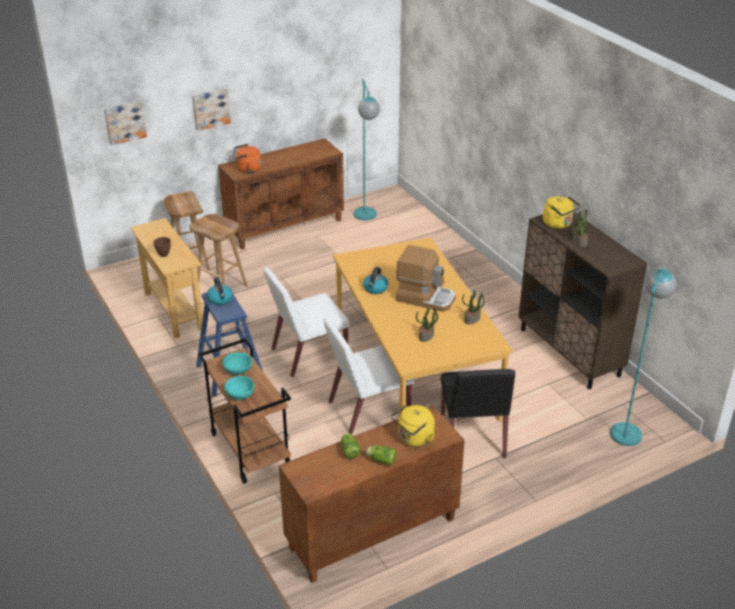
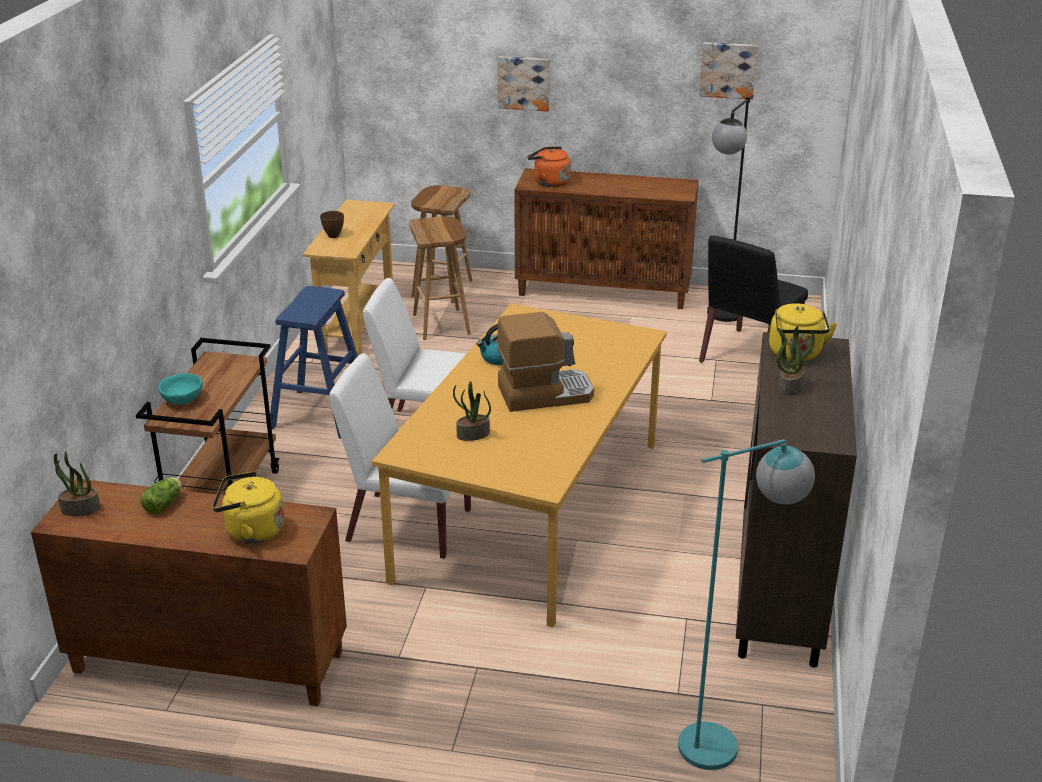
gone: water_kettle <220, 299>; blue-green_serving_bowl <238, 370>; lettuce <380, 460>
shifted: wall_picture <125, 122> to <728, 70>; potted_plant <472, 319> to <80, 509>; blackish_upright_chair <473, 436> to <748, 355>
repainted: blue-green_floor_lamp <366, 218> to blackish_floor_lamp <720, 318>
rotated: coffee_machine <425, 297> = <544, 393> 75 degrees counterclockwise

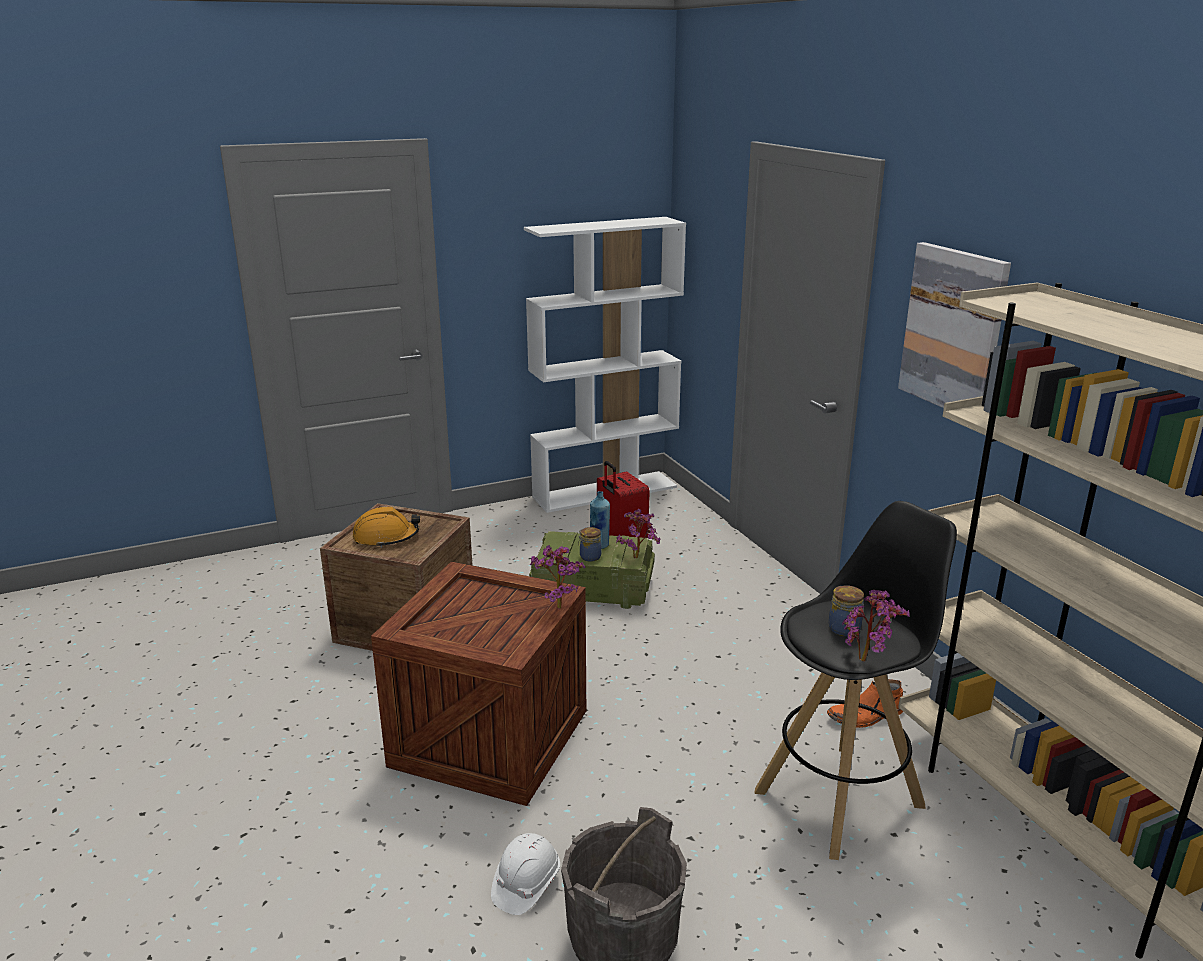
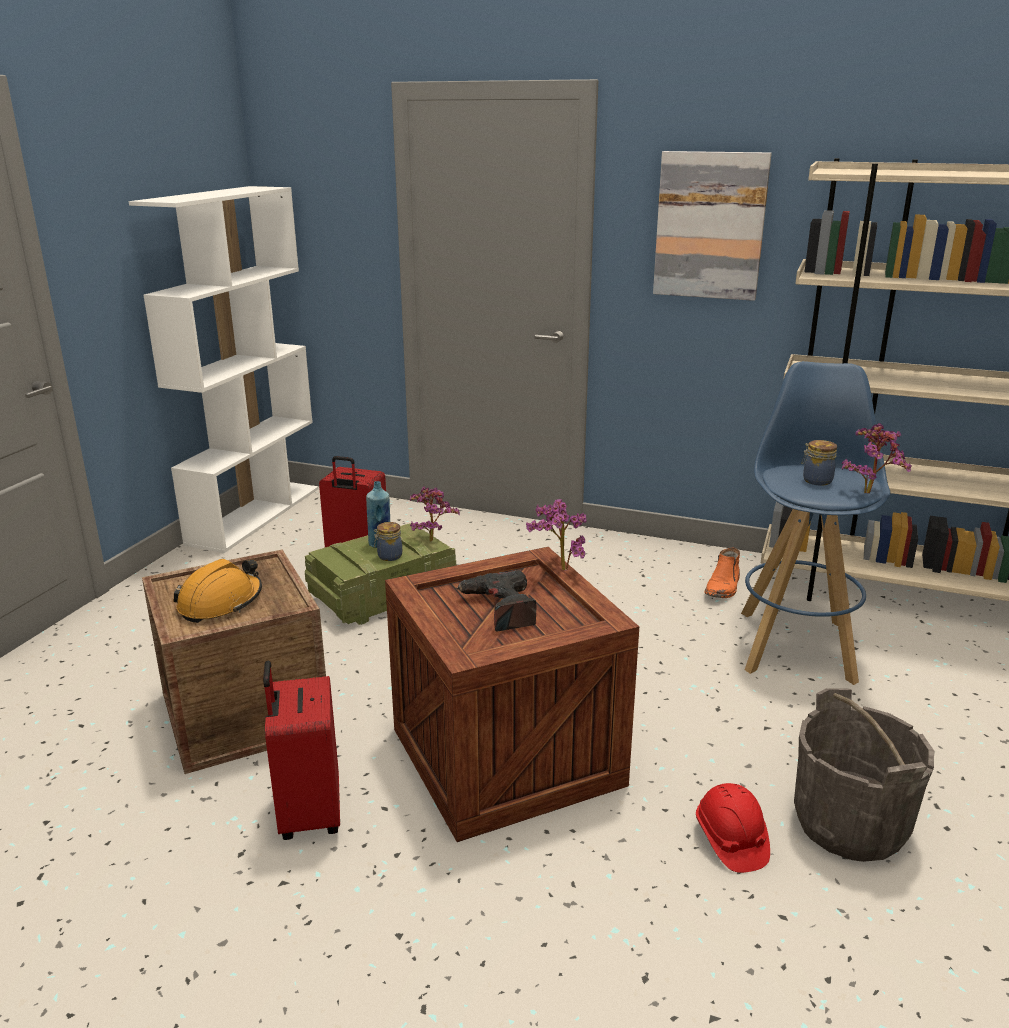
new: electric_drill <500, 609>; reddish_suitcase <308, 814>
repainted: blackish_stool_seat <841, 797> to blue_stool_seat <796, 644>; whitish_hard_hat <526, 884> to reddish_hard_hat <730, 840>

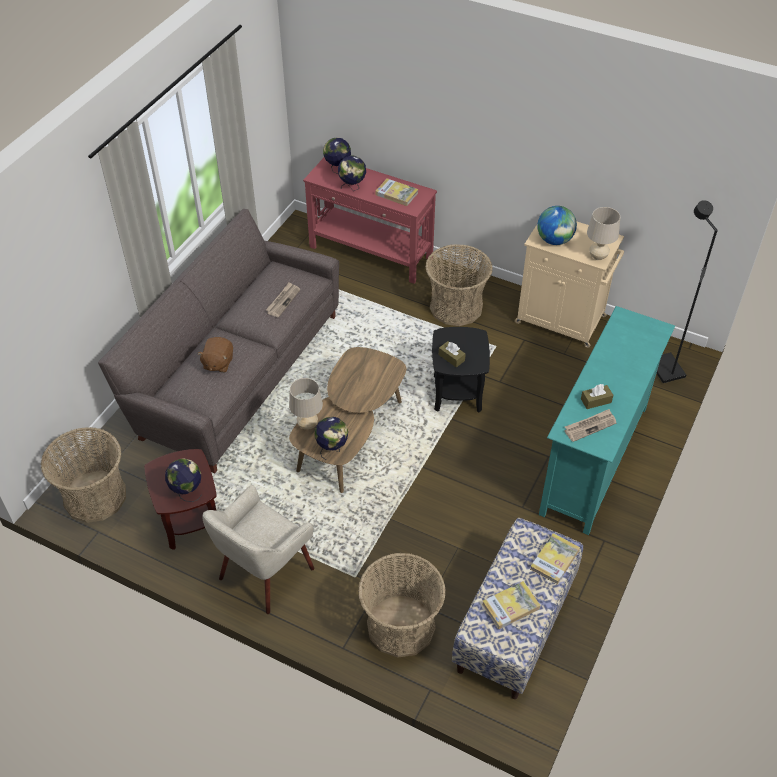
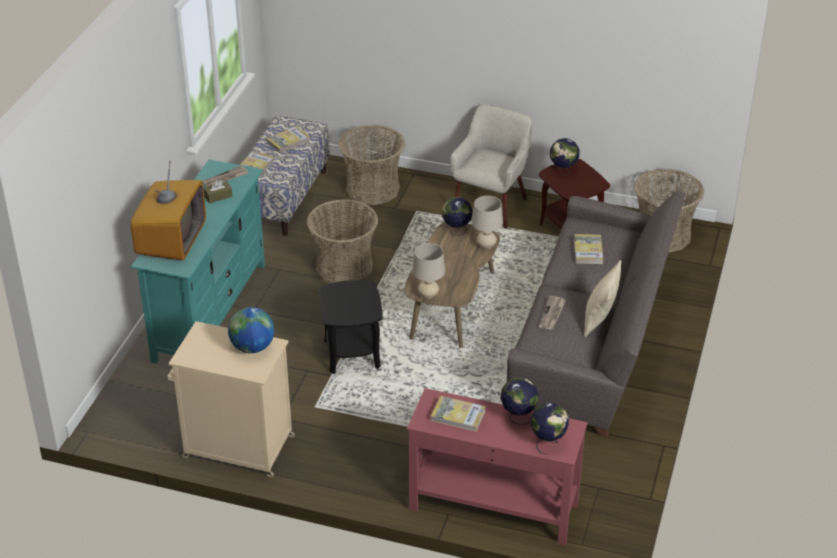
gone: blackish_floor_lamp <665, 369>; brownish_tissue_box <451, 357>
new: TV <171, 241>; beige_cushion <599, 320>
shifted: beige_table_lamp <598, 256> to <428, 295>; household_basket <456, 307> to <344, 267>
swapped: brownish_plush_toy <218, 363> to book <588, 251>

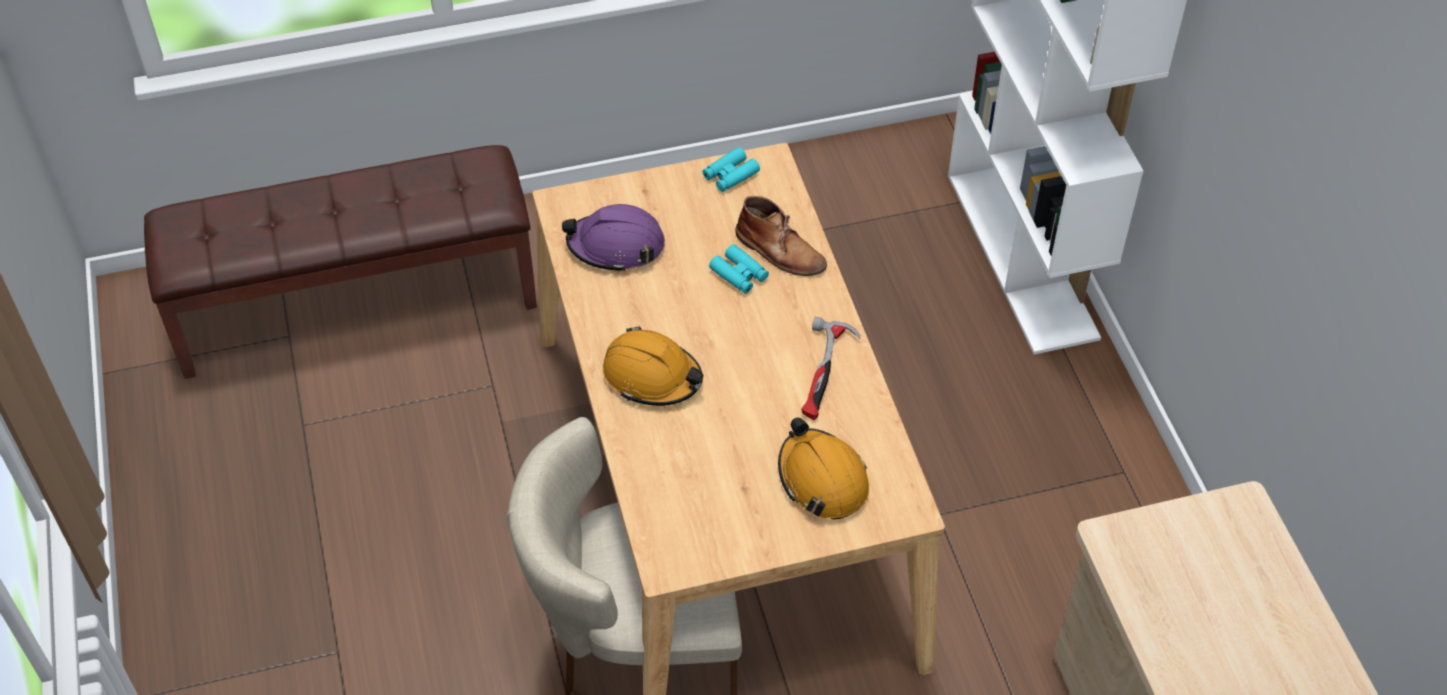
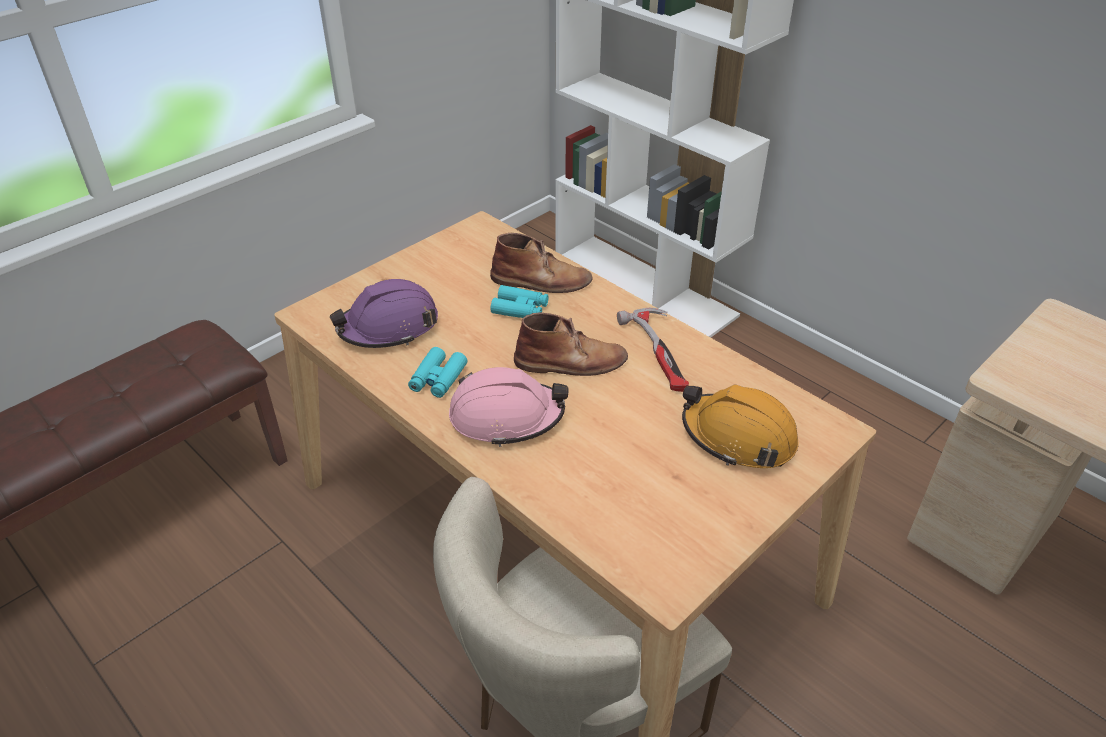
new: brownish_tall_boot <571, 362>
shifted: blue-green_field_glasses <730, 175> to <438, 379>
repainted: orange-coloured_hard_hat <652, 376> to pink_hard_hat <506, 417>

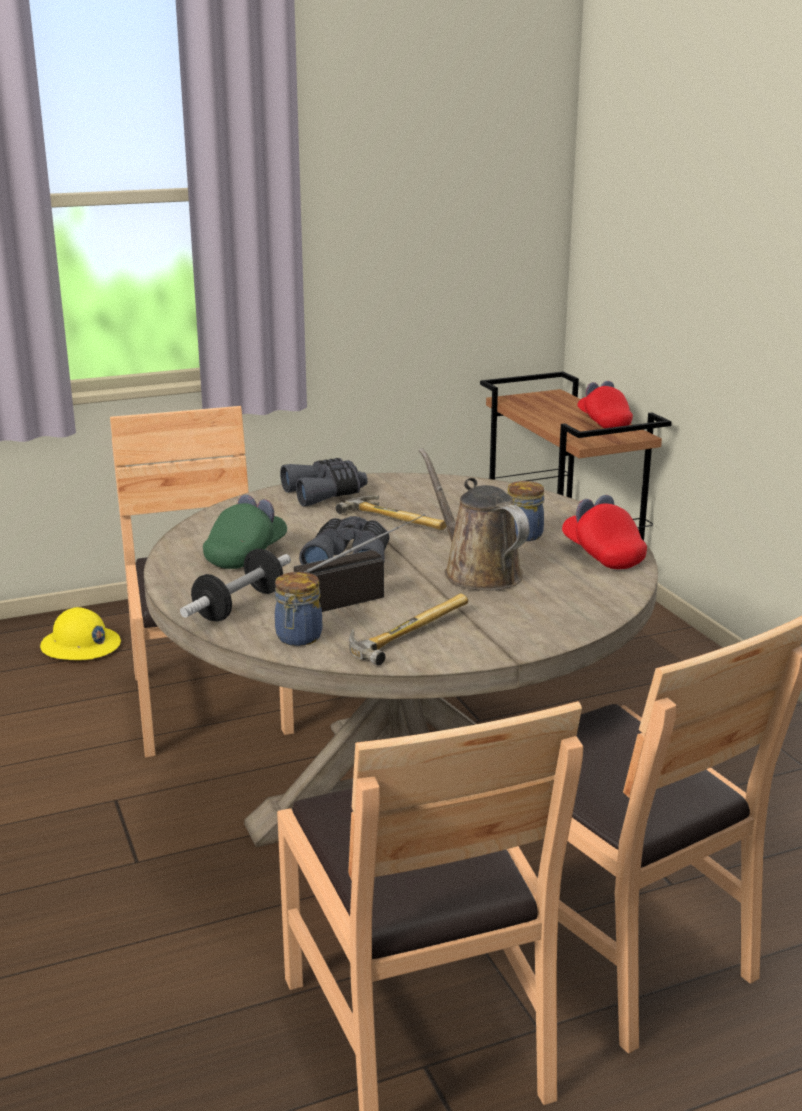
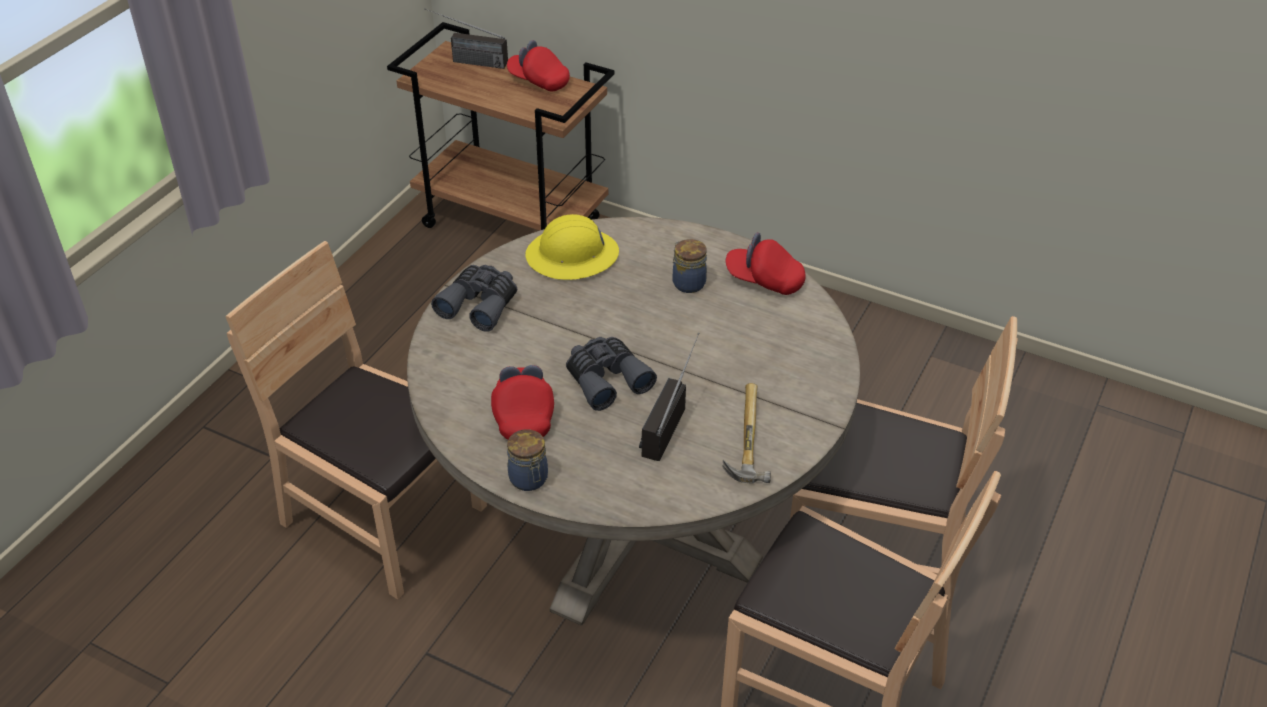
gone: brownish_watering_pot <477, 572>; hammer <397, 519>; free_weight <239, 606>
new: radio_receiver <466, 61>
shifted: storage_jar <298, 638> to <529, 480>; yellow-coloured_hard_hat <80, 646> to <572, 256>
repainted: greenish_baseball_cap <246, 554> to reddish_baseball_cap <523, 415>

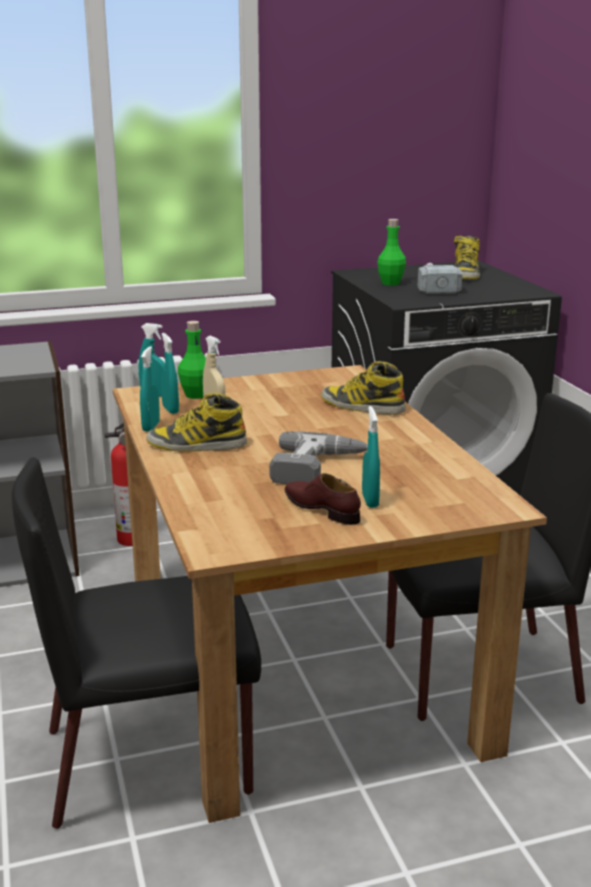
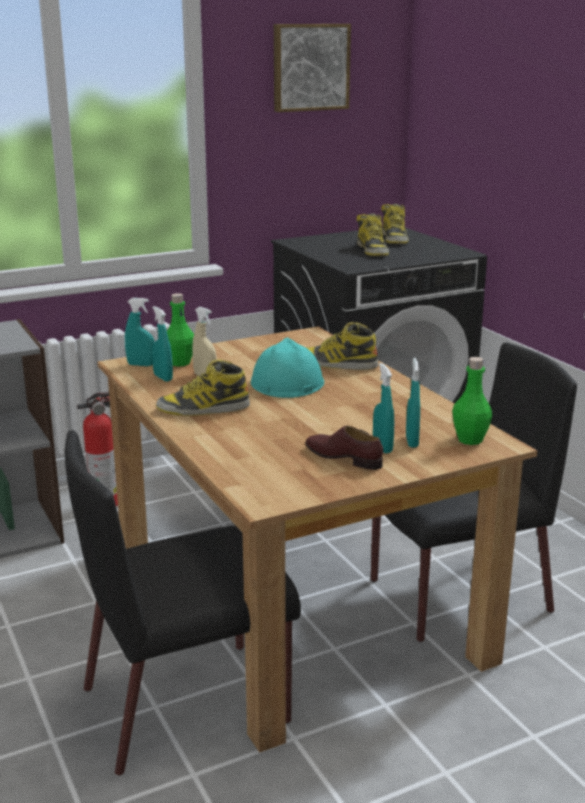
gone: electric_drill <318, 468>
new: wall_picture <310, 67>; blue-green_hard_hat <287, 383>
shifted: greenish_drink_bottle <390, 283> to <470, 440>; blue-green_sprayer <151, 426> to <412, 441>
swapped: hammer <435, 285> to tall_boot <372, 250>

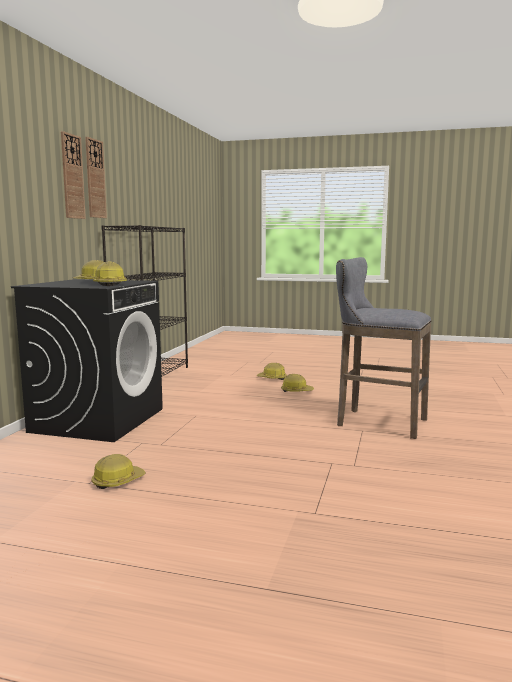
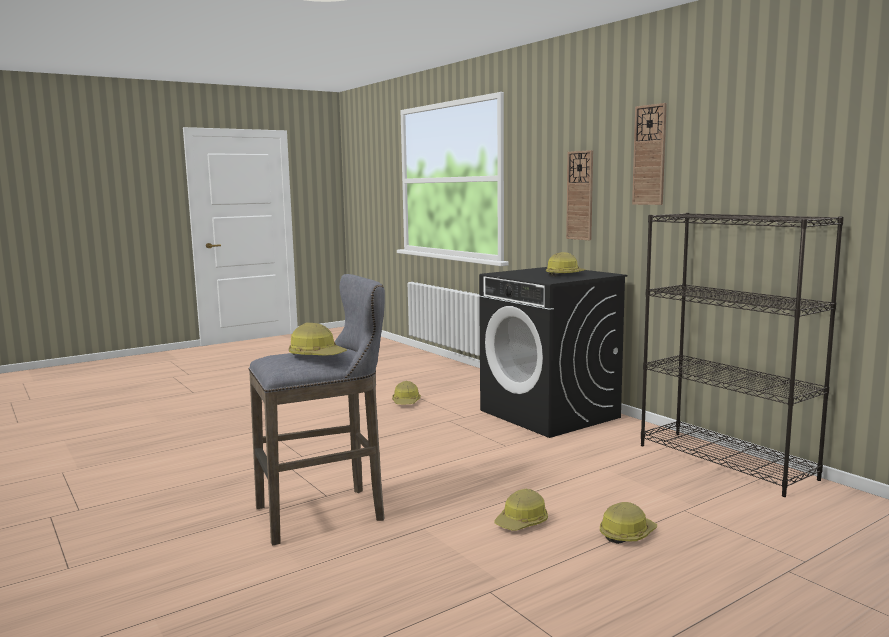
shifted: clock_on_the_wall <95, 179> to <580, 195>; hard_hat <110, 284> to <317, 355>

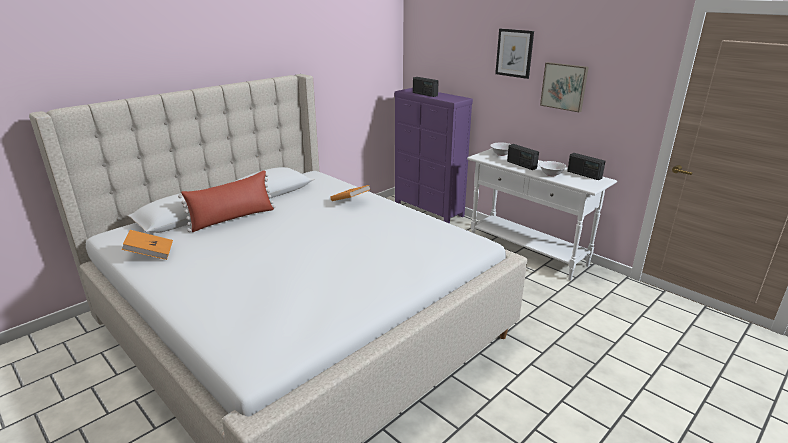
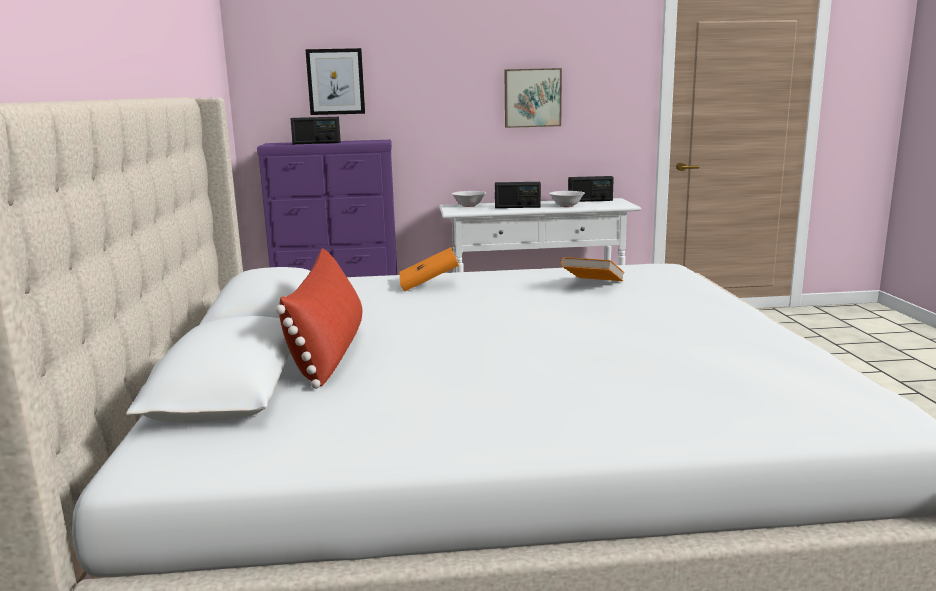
shifted: wall_picture <514, 53> to <335, 82>; orange-coloured_book <150, 254> to <592, 285>

